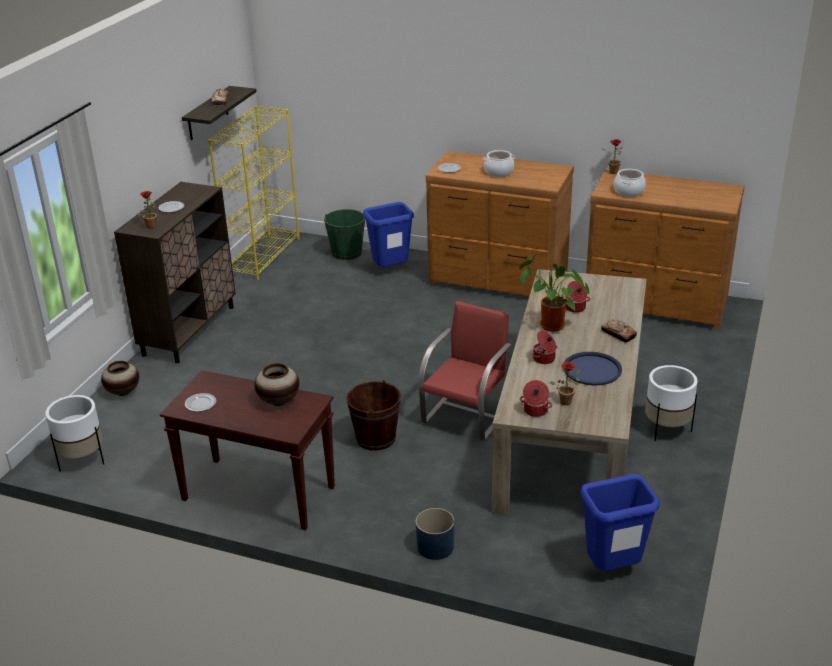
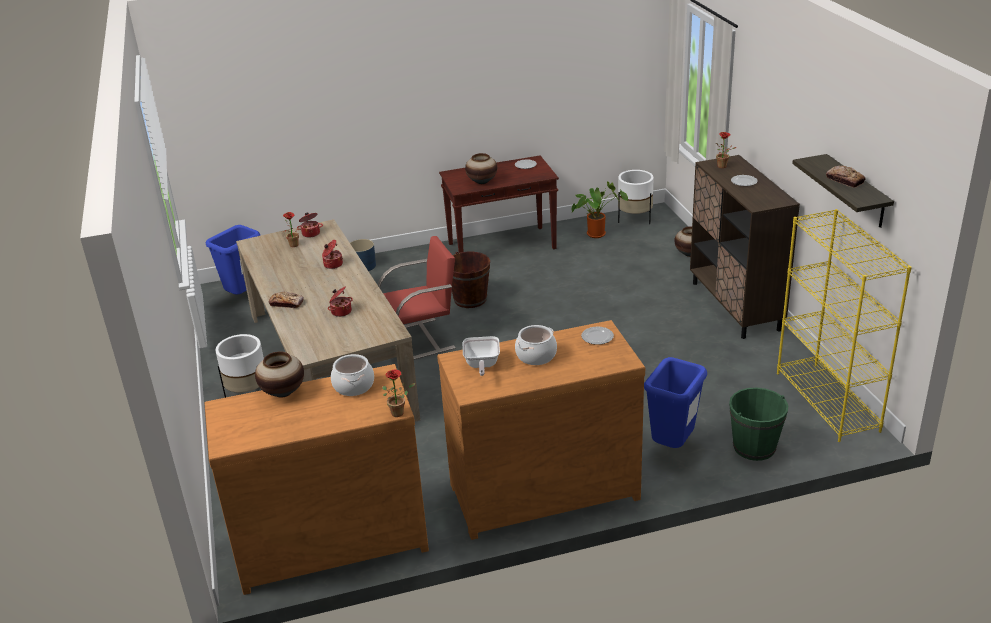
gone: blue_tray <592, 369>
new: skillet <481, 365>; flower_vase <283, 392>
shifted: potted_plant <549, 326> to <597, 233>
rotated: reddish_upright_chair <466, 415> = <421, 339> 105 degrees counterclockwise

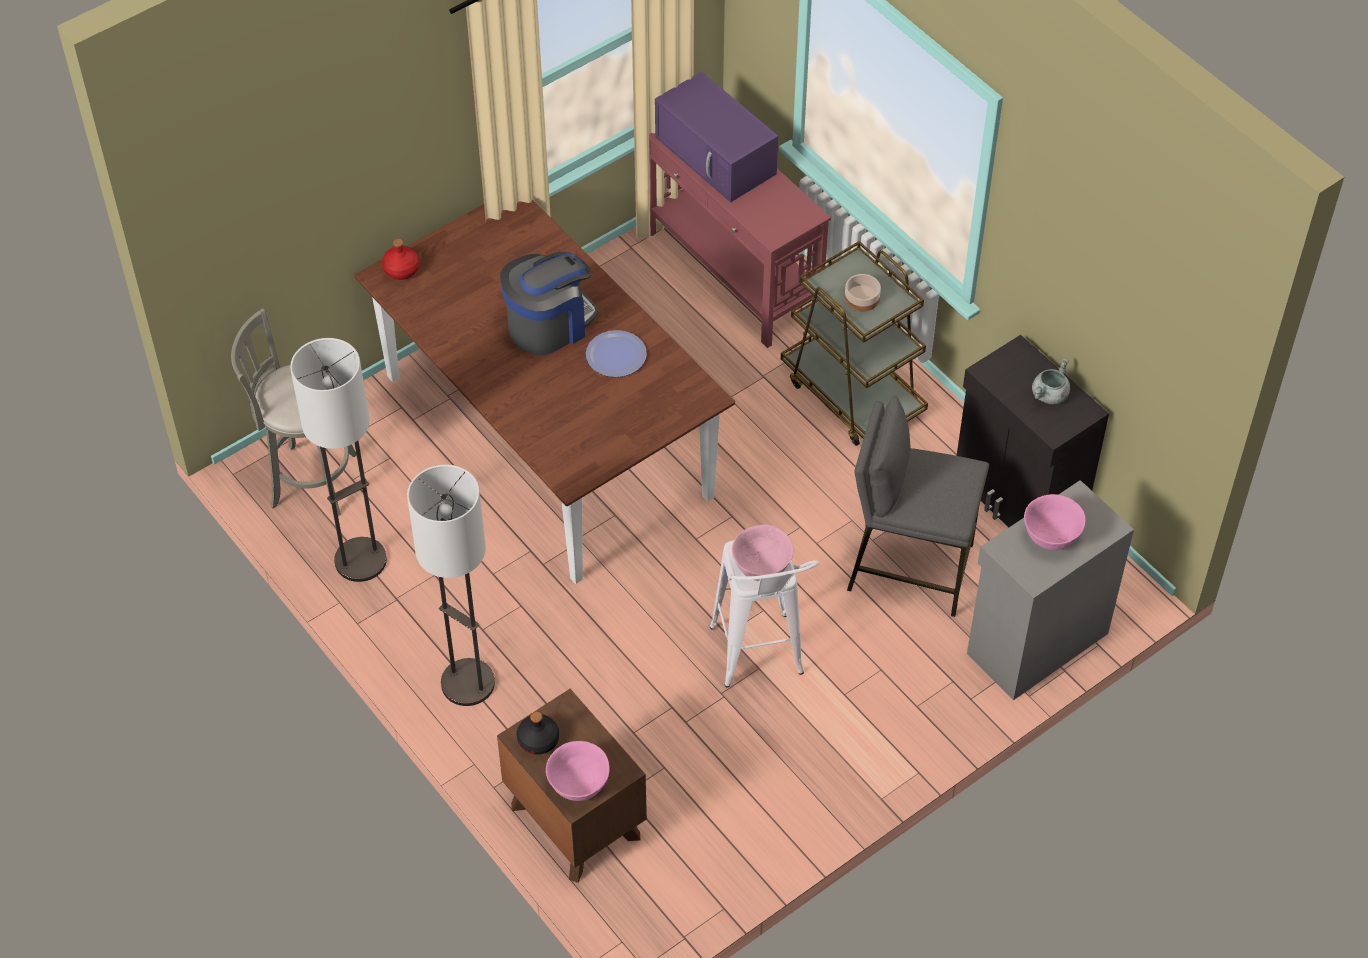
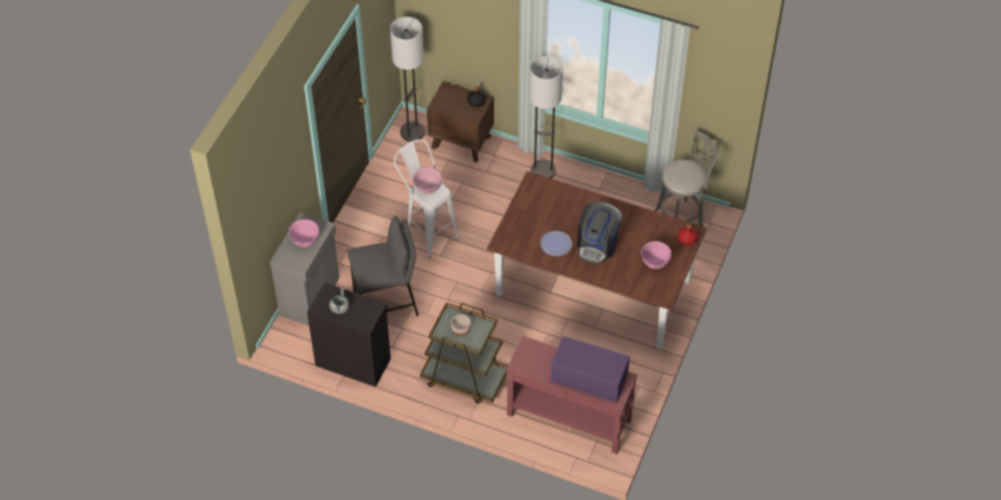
shifted: floor_lamp <360, 560> to <412, 132>; pink_serving_bowl <579, 785> to <654, 262>

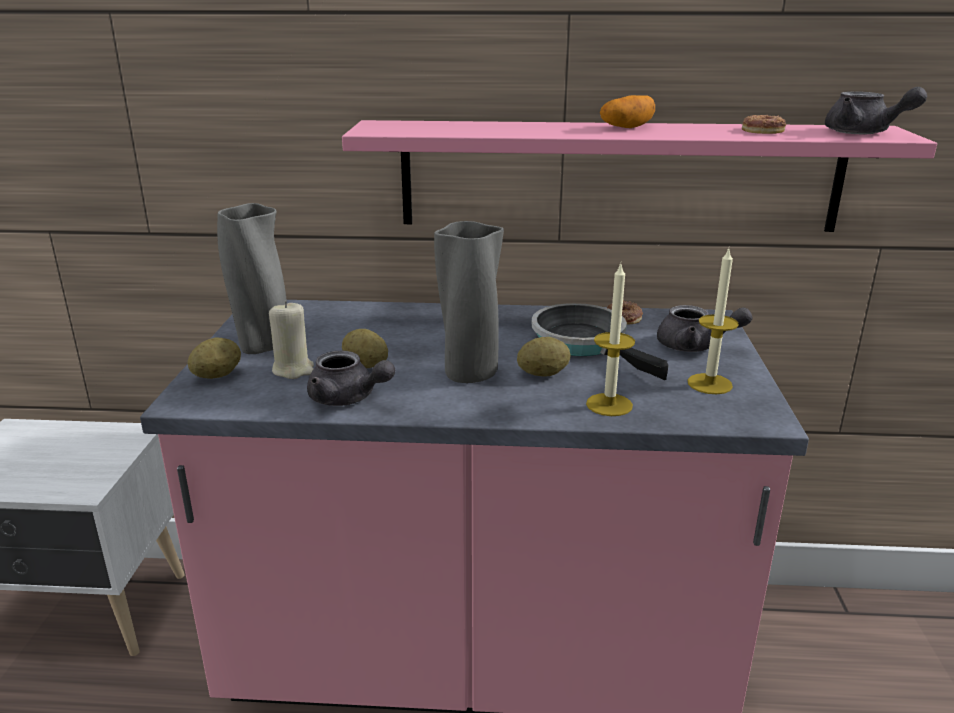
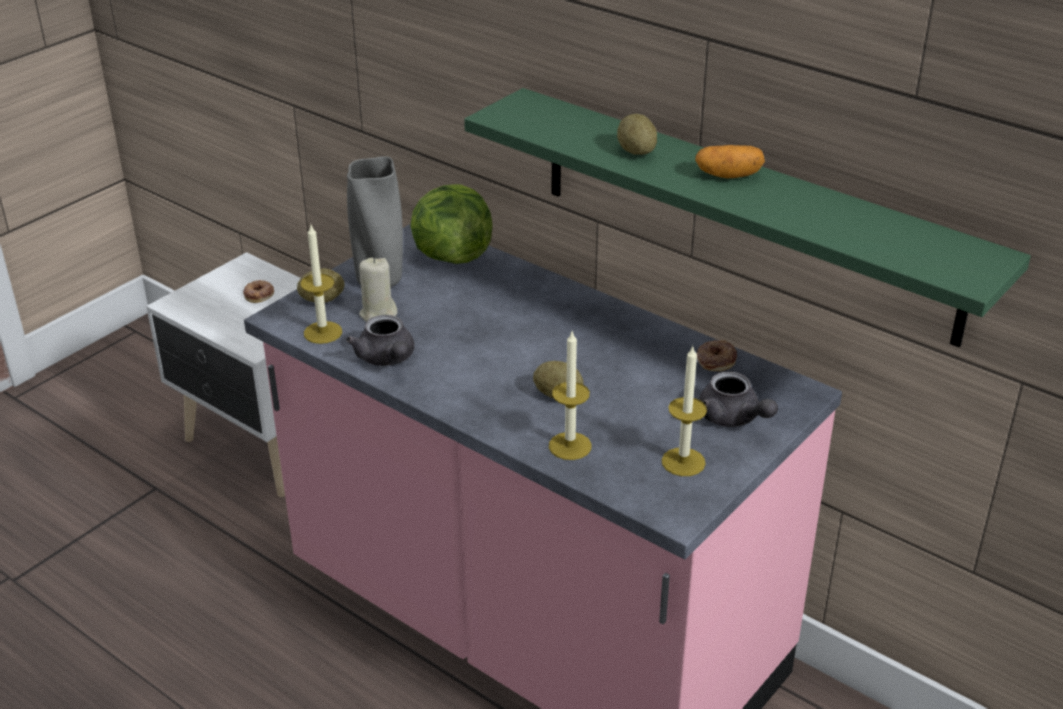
gone: greyish_teapot <863, 133>; greyish_flower_vase <470, 374>; skillet <585, 343>
new: lettuce <451, 255>; wax_candle <323, 332>
shifted: ring_doughnut <763, 130> to <259, 294>; whole_potato <366, 366> to <636, 152>
repainted: pink_wall_shelf <619, 176> to greenish_wall_shelf <744, 213>

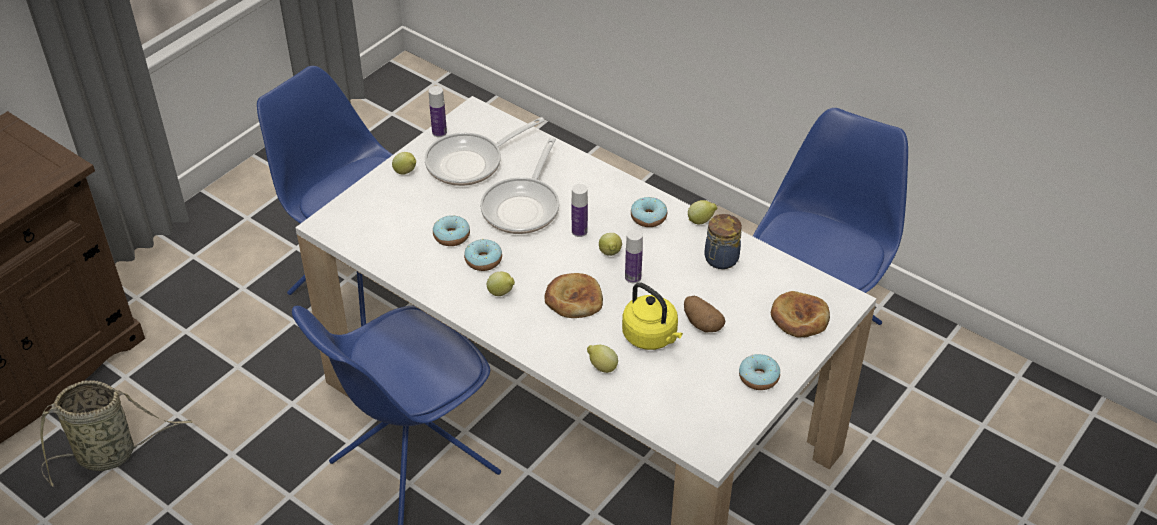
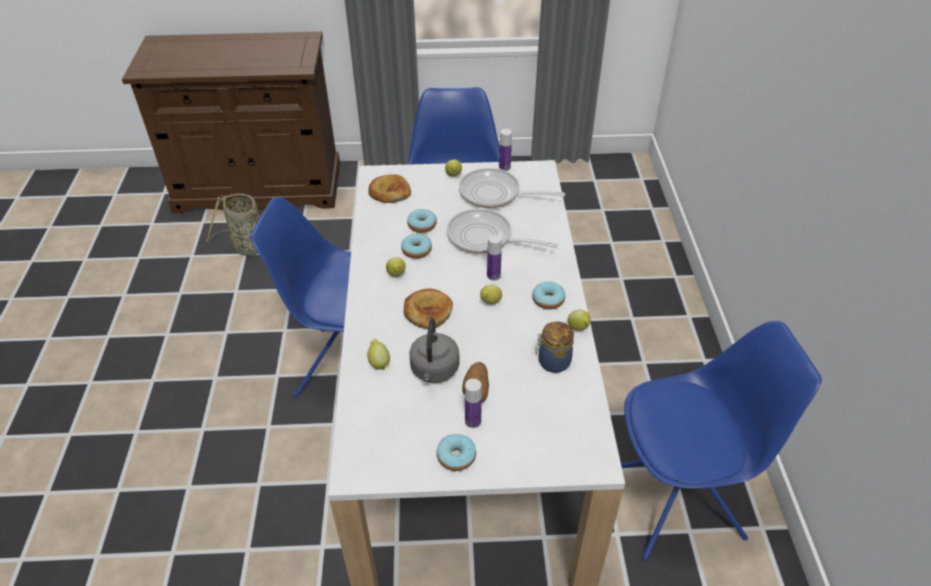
shifted: drink_bottle <633, 277> to <473, 421>; bakery_bread <799, 318> to <389, 192>
repainted: yellow-coloured_water_kettle <651, 337> to greyish_water_kettle <434, 371>
rotated: skillet <523, 206> = <485, 238> 45 degrees clockwise

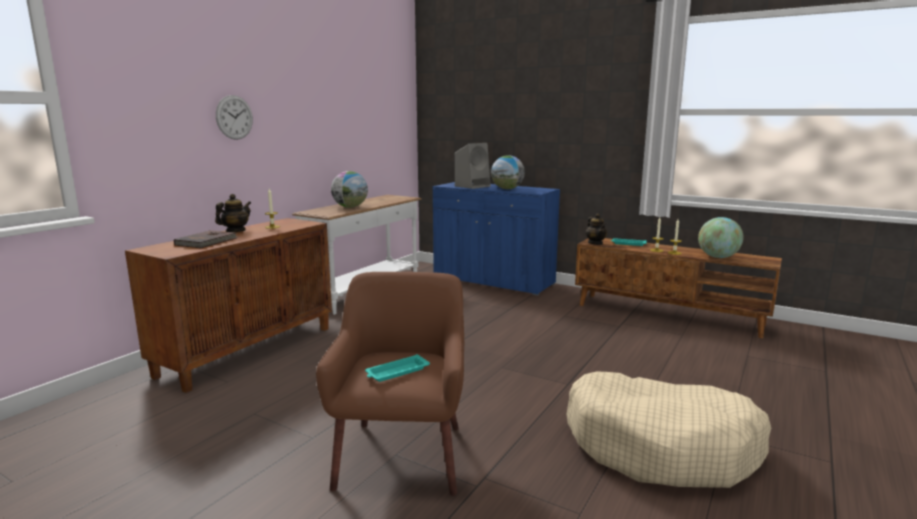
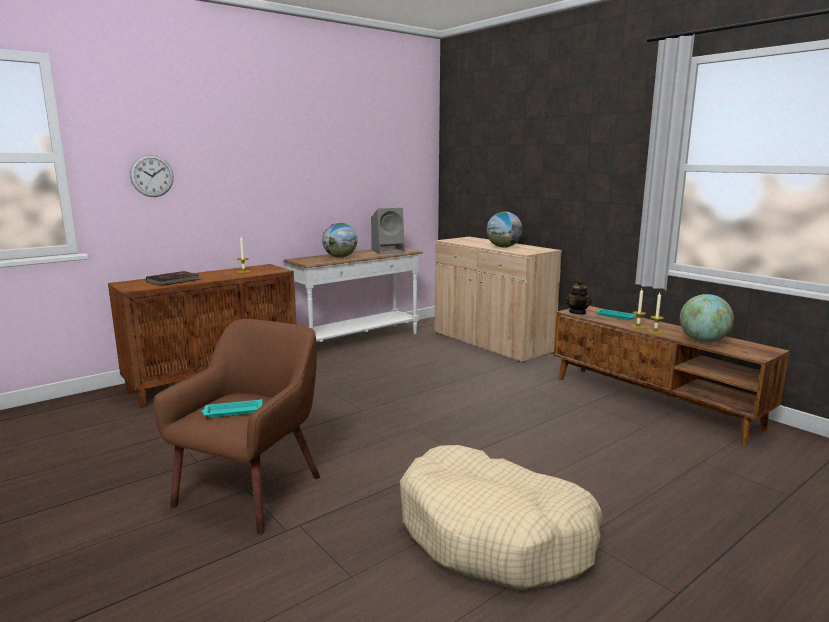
gone: teapot <235, 231>
shifted: clock_on_the_wall <234, 117> to <152, 176>; greyish_loudspeaker <473, 186> to <388, 251>
repainted: blue_cupboard <493, 281> to beige_cupboard <491, 343>

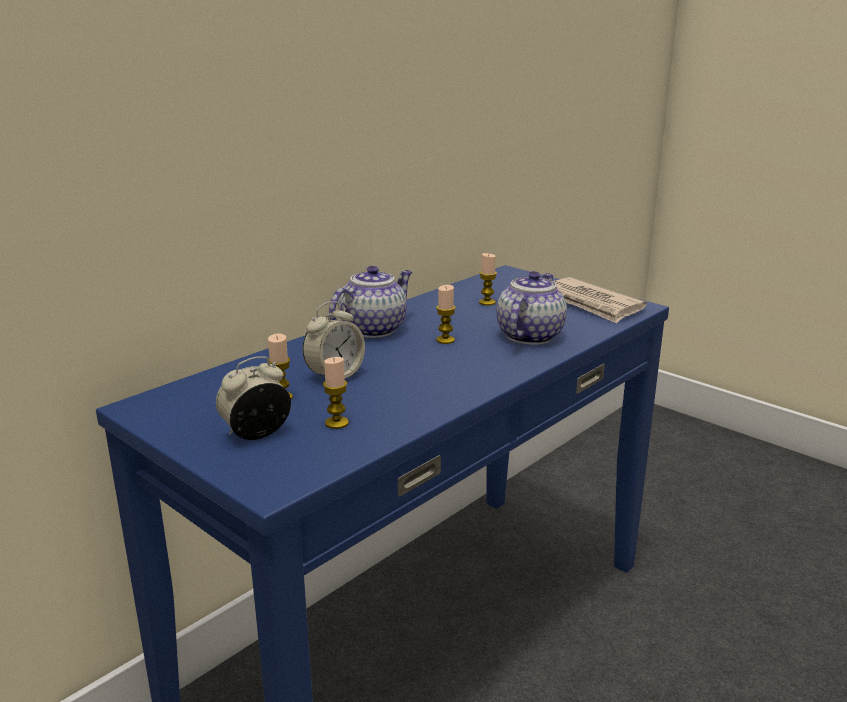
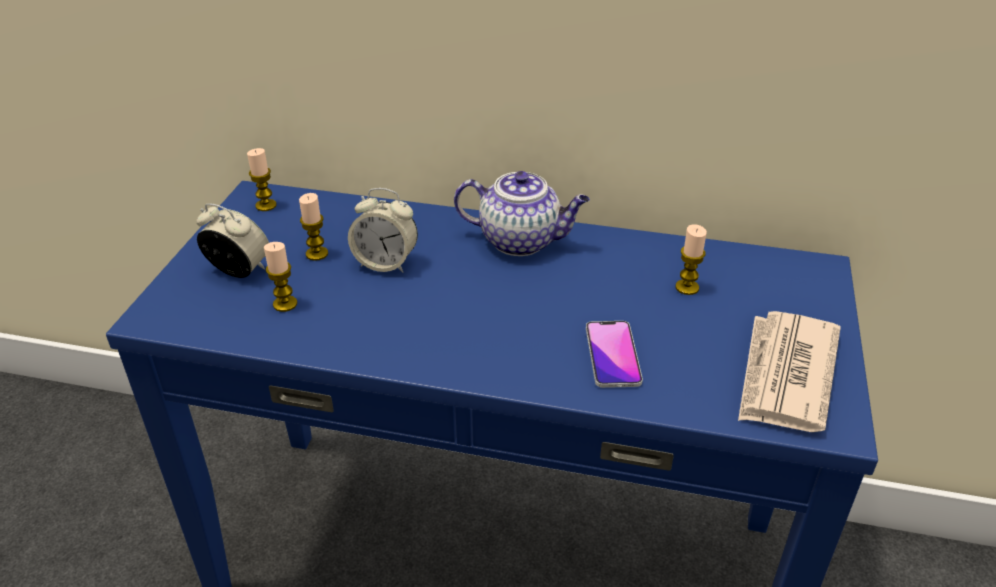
shifted: wax_candle <445, 340> to <266, 205>
swapped: teapot <529, 335> to phone <612, 355>

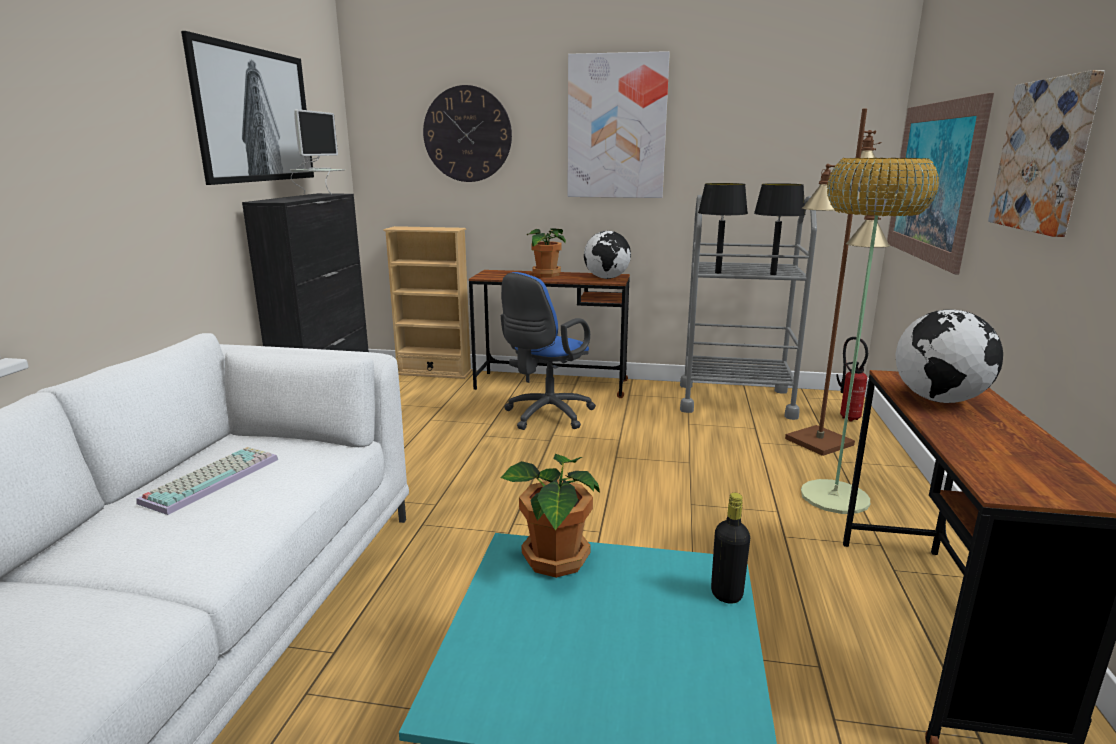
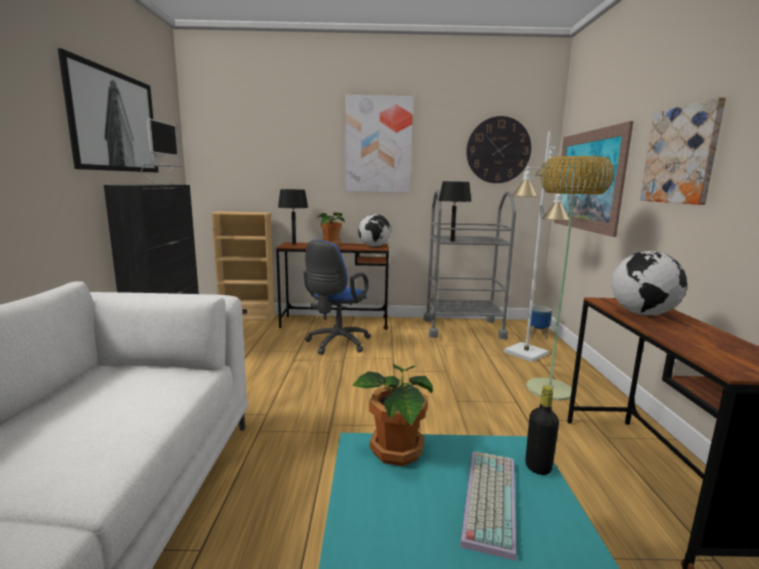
shifted: clock_on_the_wall <467, 134> to <498, 150>; blackish_table_lamp <773, 274> to <294, 244>; PC_keyboard <212, 479> to <487, 498>
swapped: extinguisher <848, 417> to flower_pot <537, 336>
repainted: brownish_floor_lamp <820, 442> to whitish_floor_lamp <526, 353>

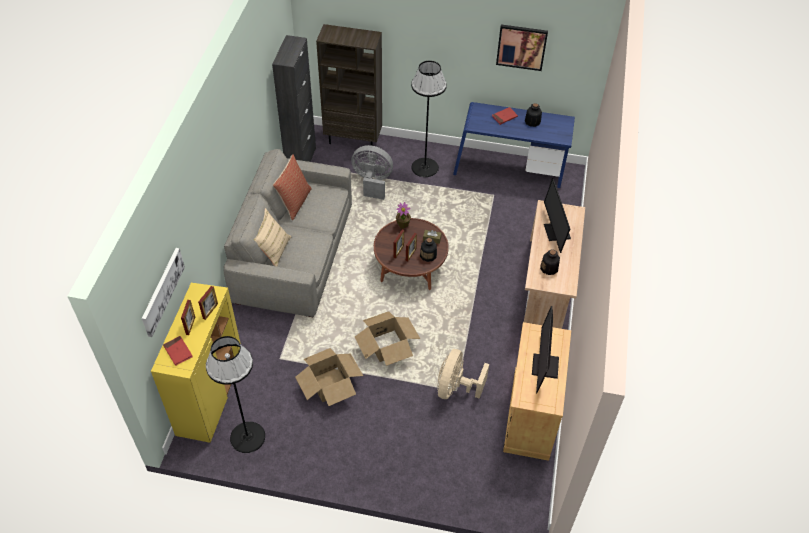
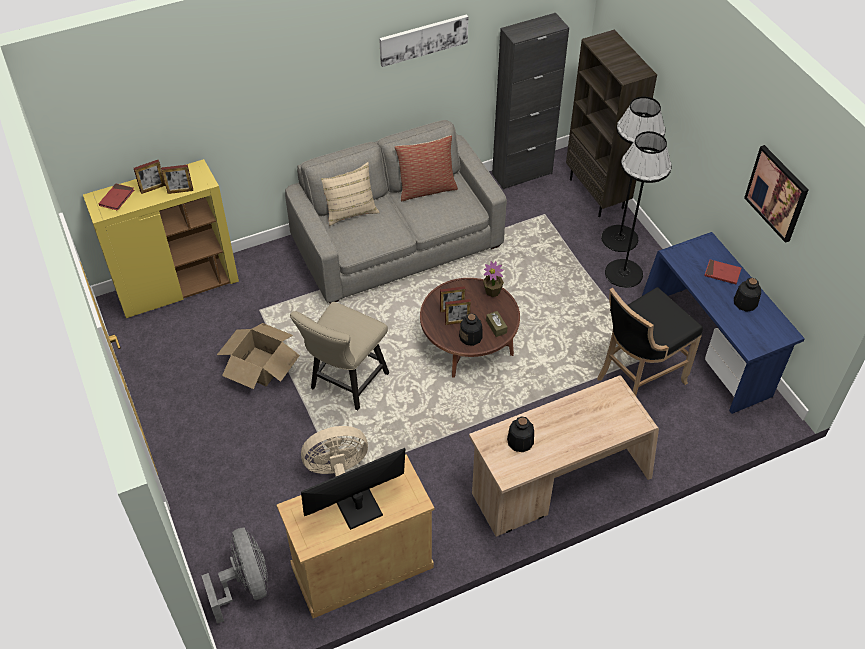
gone: monitor <556, 231>
new: blackish_stool_seat <637, 380>
shifted: greyish_fan <372, 182> to <245, 585>; wall_picture <162, 291> to <423, 39>; blackish_floor_lamp <247, 437> to <619, 238>
swapped: packing_box <387, 346> to beige_upright_chair <345, 384>

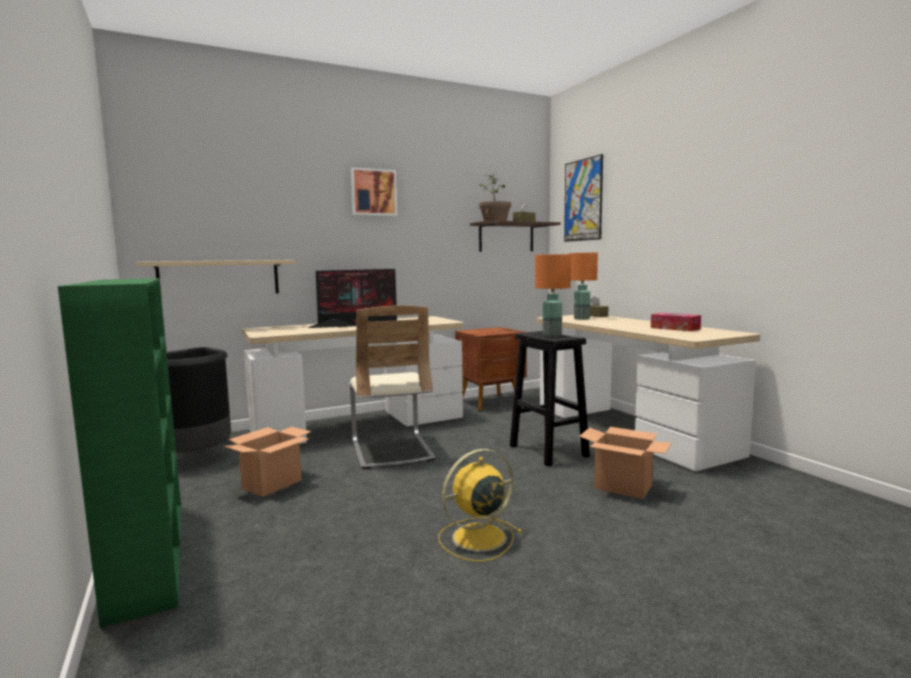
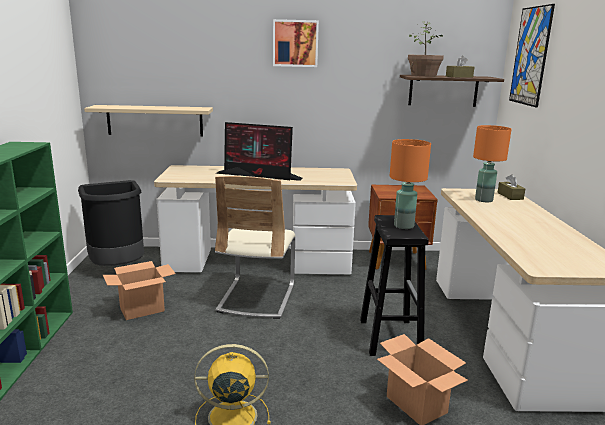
gone: tissue_box <675, 328>

